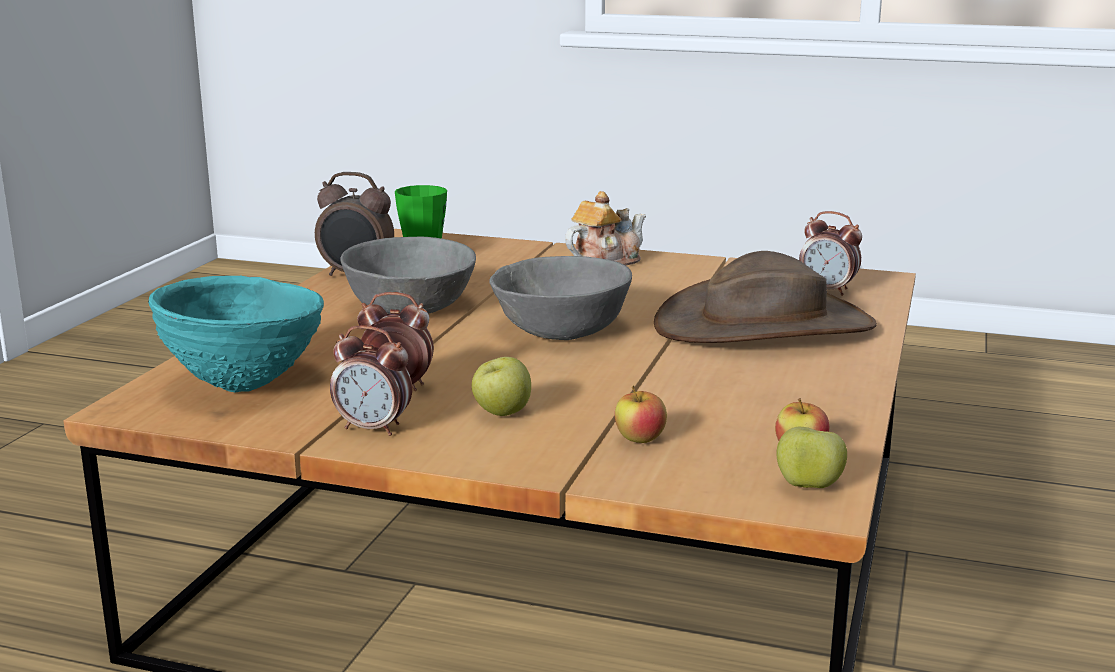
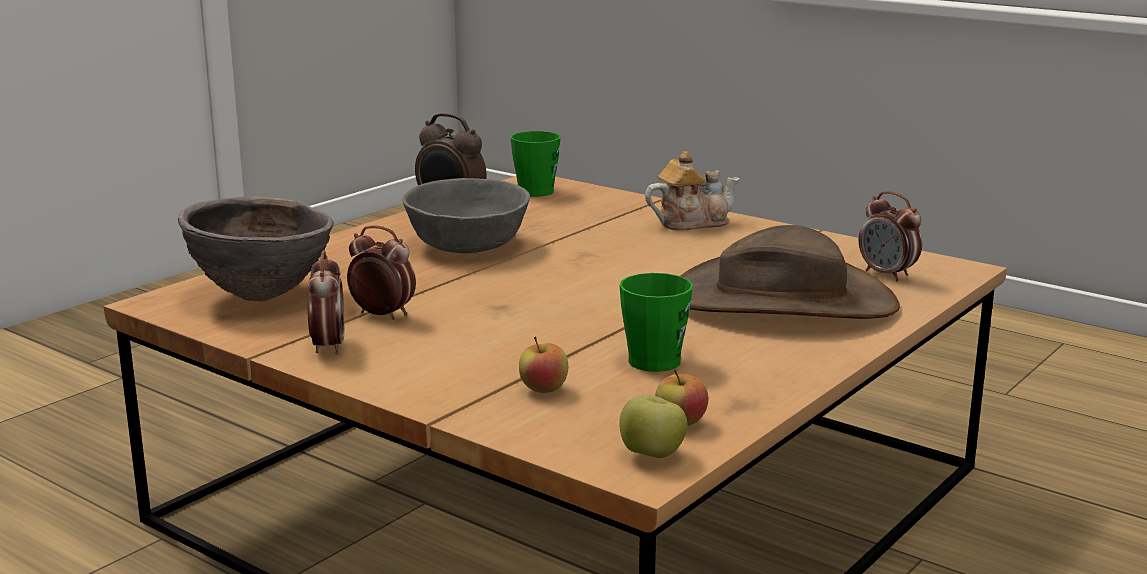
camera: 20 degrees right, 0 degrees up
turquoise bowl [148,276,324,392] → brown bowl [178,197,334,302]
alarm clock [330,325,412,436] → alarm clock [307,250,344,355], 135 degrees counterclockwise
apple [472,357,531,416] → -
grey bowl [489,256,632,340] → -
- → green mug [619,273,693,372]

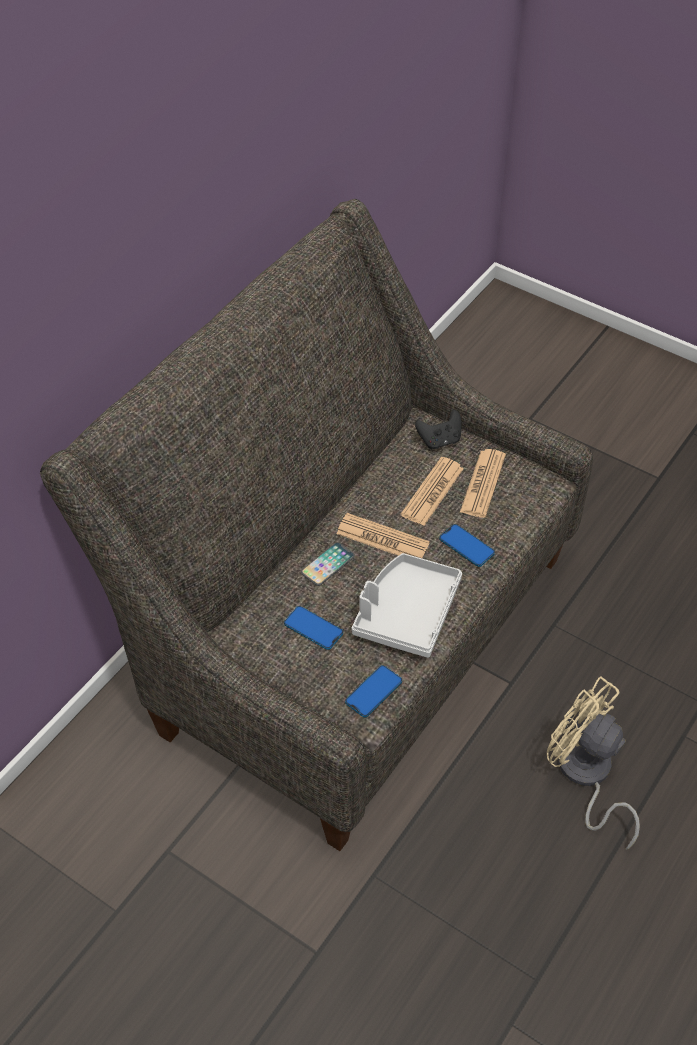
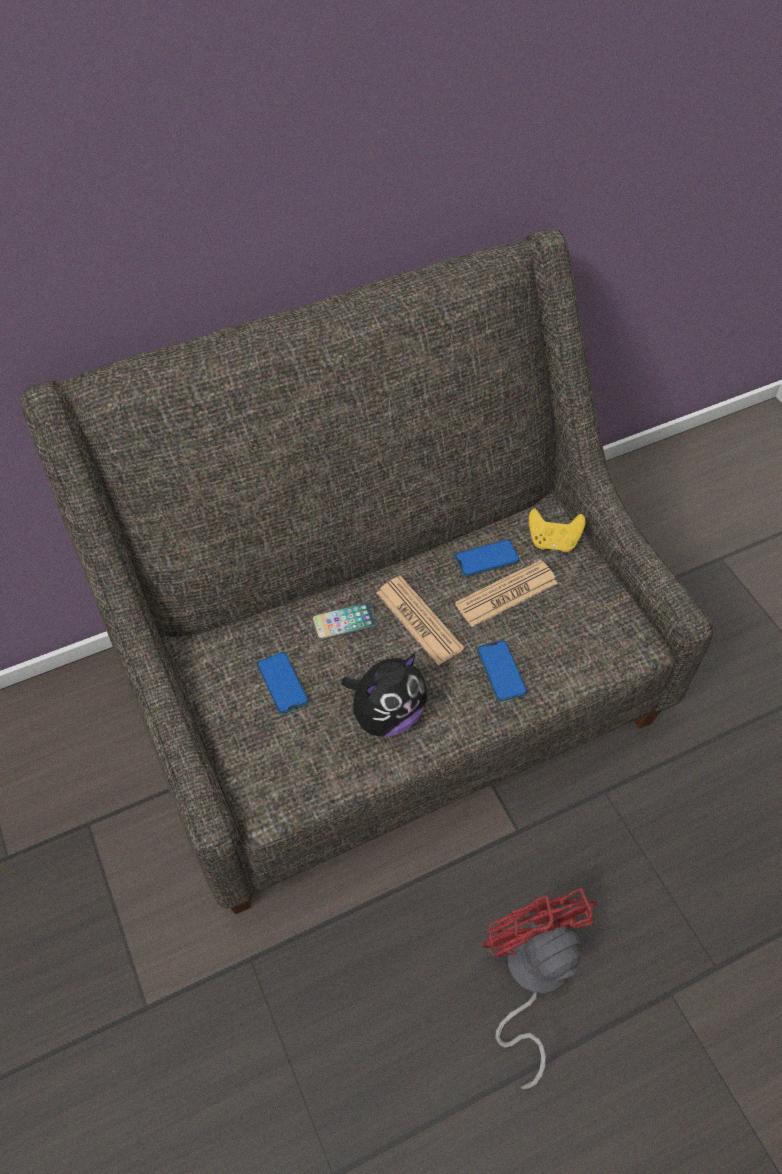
camera: 30 degrees right, 5 degrees up
phone [345,665,402,717] → phone [455,539,520,577], shifted
grey tray [352,553,462,658] → plush toy [341,653,427,737]
black game controller [415,410,461,449] → yellow game controller [529,508,586,552]
newspaper [460,449,506,518] → -
beige fan [547,676,640,850] → red fan [482,888,597,1089]

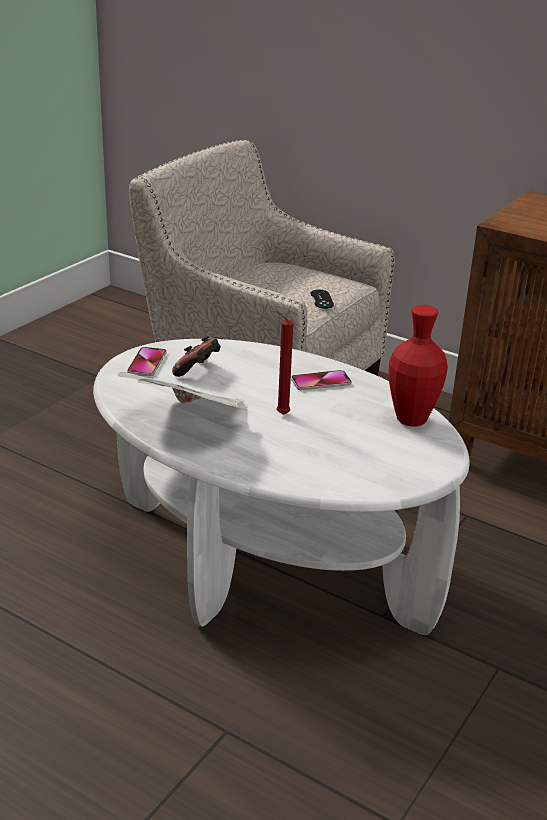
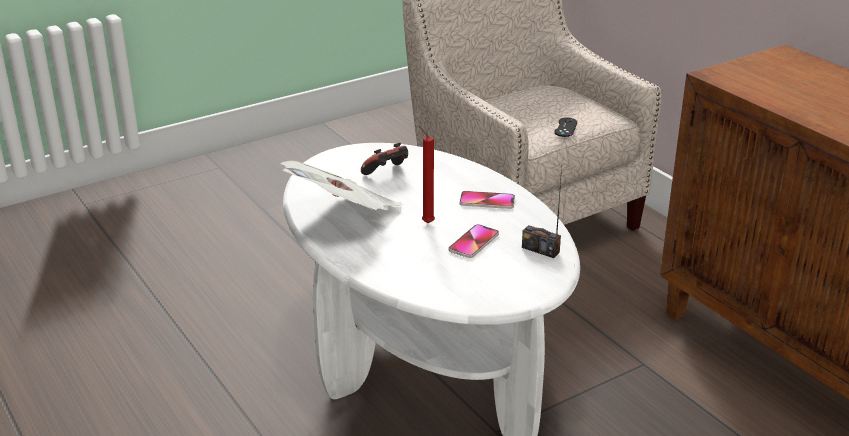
camera: 25 degrees right, 0 degrees up
phone [127,347,167,376] → phone [449,224,499,258], shifted
red vase [388,305,448,427] → radio [522,167,562,258]

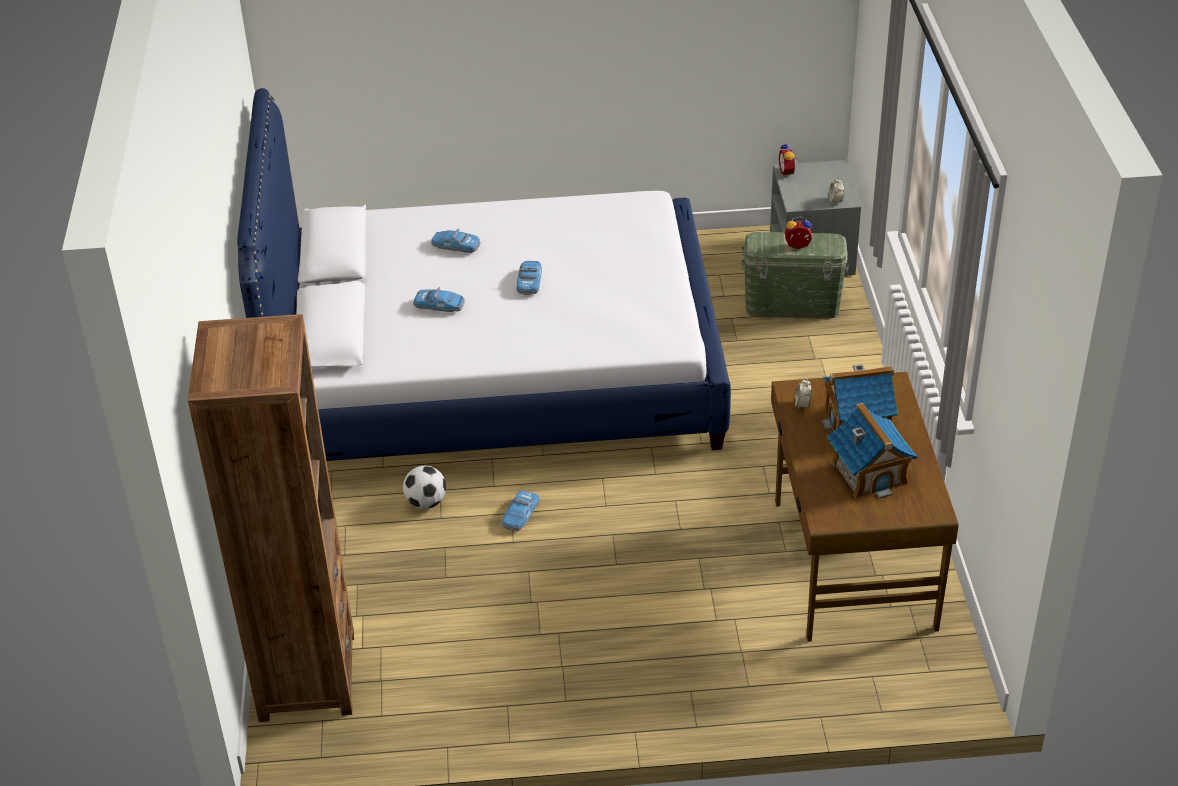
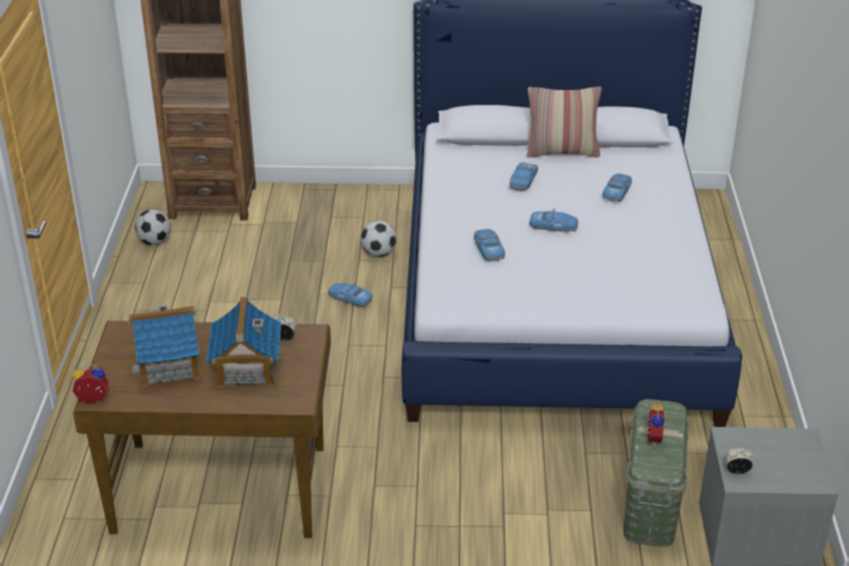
camera: 95 degrees right, 5 degrees down
alarm clock [779,142,798,177] → alarm clock [72,364,109,404], shifted
- → football [135,210,171,245]
- → toy car [474,229,505,261]
- → pillow [526,86,602,158]

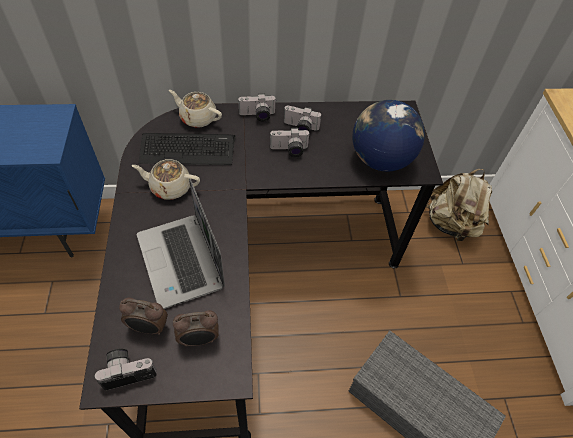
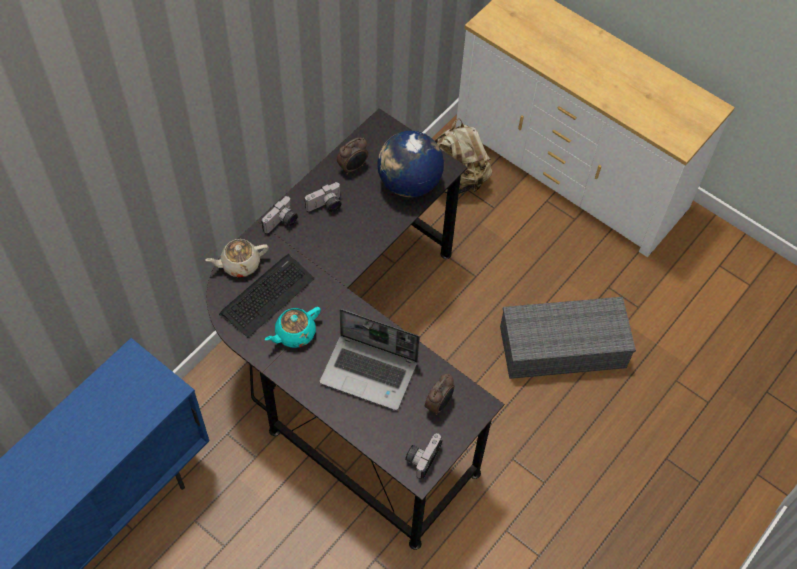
camera: 45 degrees left, 5 degrees up
alarm clock [119,297,168,335] → alarm clock [337,138,368,175], shifted
beige teapot [131,159,200,199] → turquoise teapot [265,307,321,348]
photo camera [270,128,310,157] → -

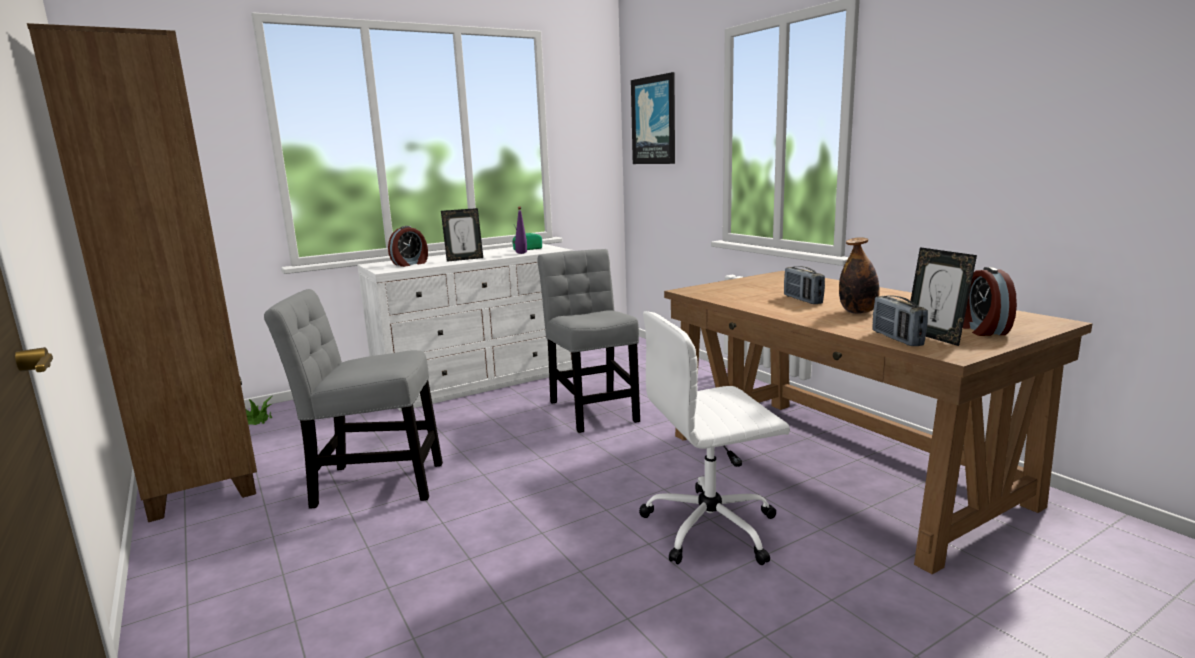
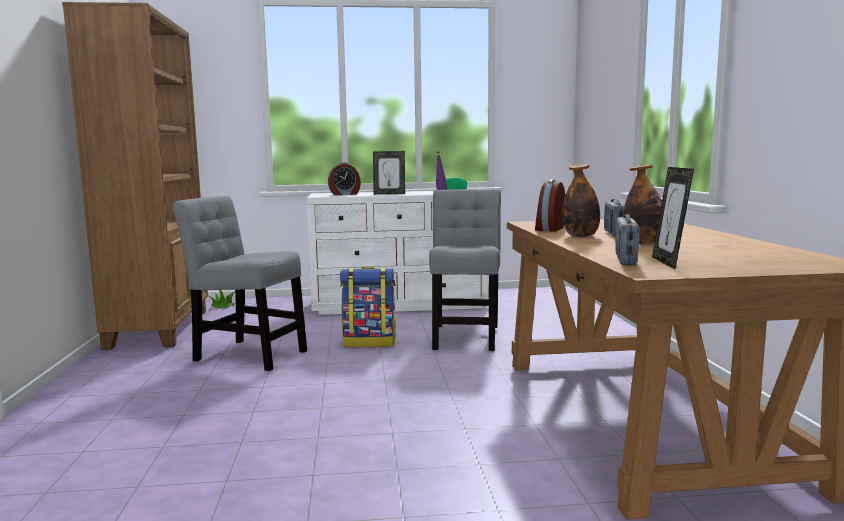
camera: 25 degrees right, 5 degrees down
picture [631,72,675,164] → -
white office chair [639,311,790,565] → -
alarm clock [963,267,1017,336] → alarm clock [535,180,565,232], shifted
- → backpack [340,267,396,347]
- → bottle [562,164,600,237]

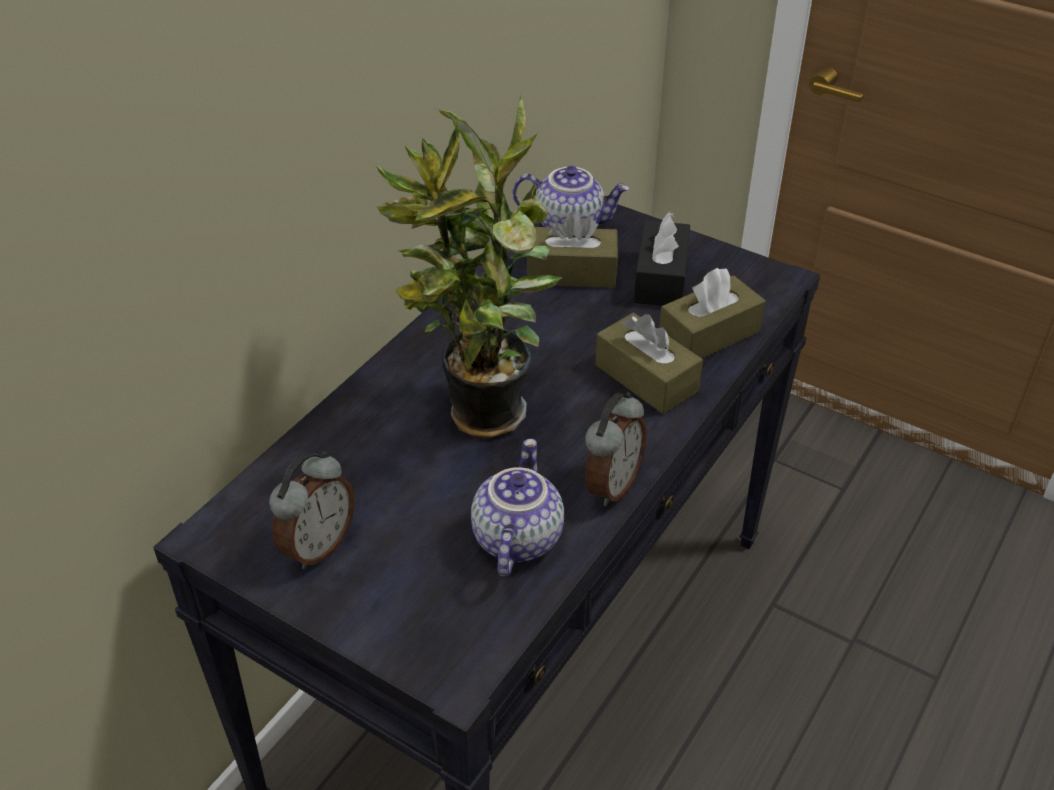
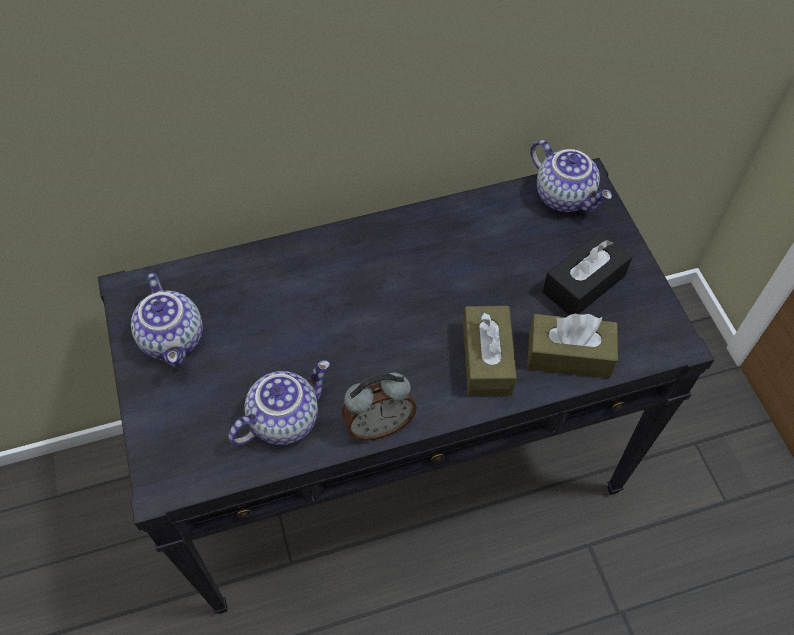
camera: 40 degrees right, 15 degrees up
alarm clock [269,451,355,569] → teapot [131,273,203,367]
potted plant [376,95,563,439] → -
brown tissue box [527,212,618,288] → -

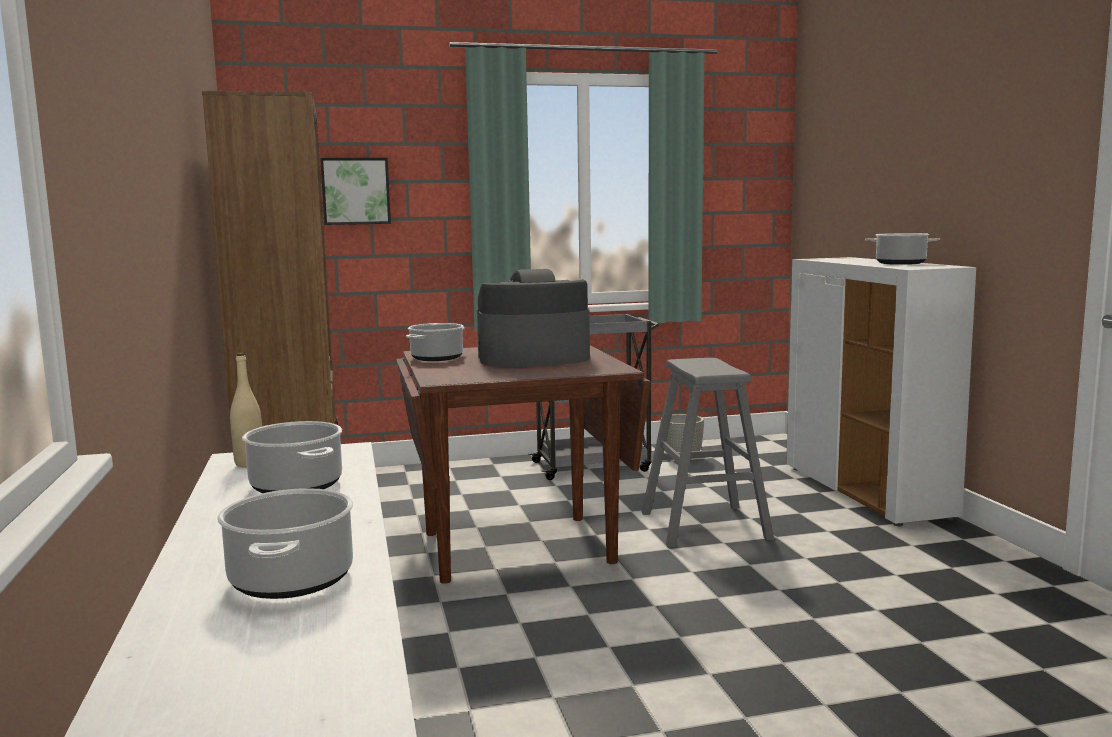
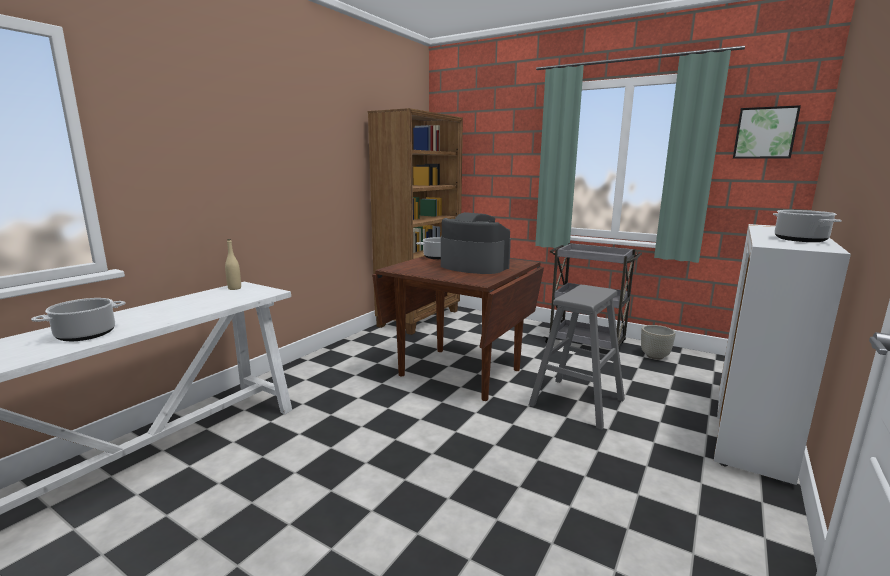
camera: 45 degrees right, 5 degrees up
cooking pot [242,421,342,493] → -
picture [320,158,391,225] → picture [733,105,801,158], shifted

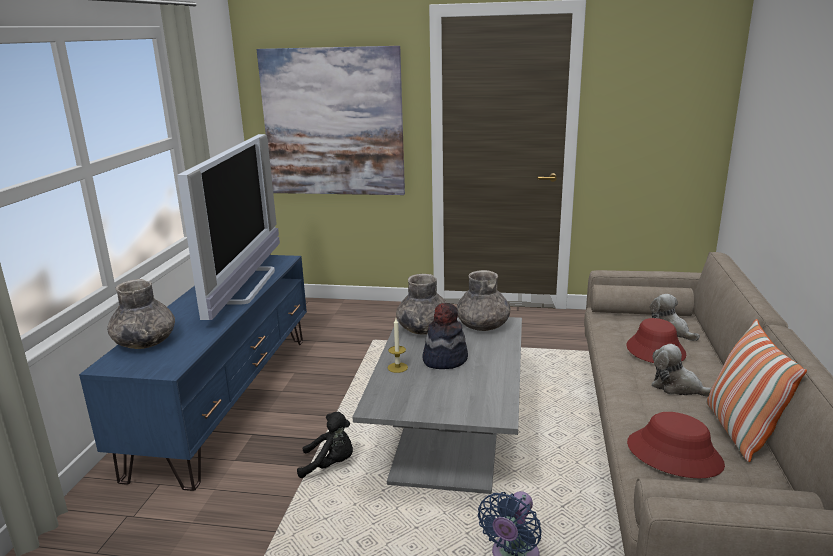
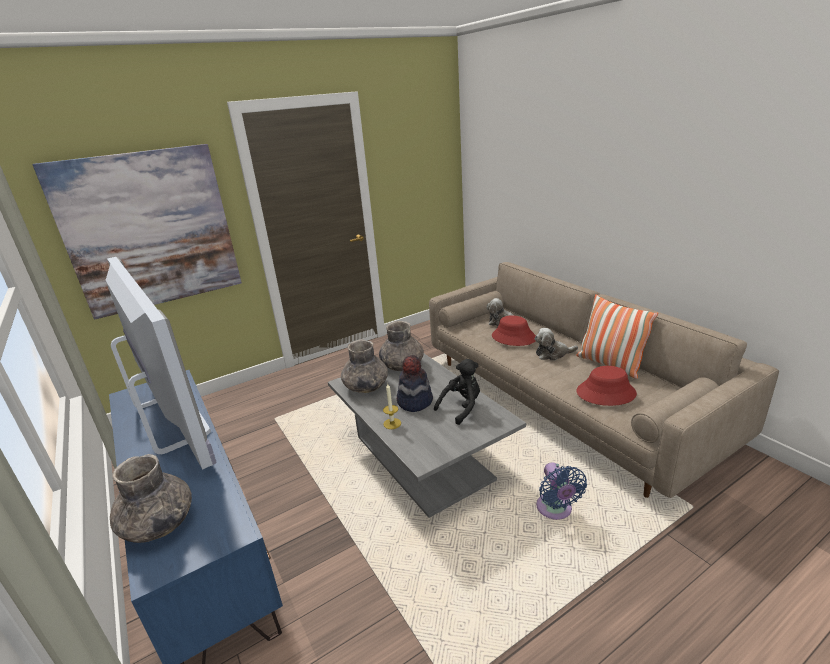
camera: 40 degrees left, 5 degrees up
black plush toy [297,412,353,478] → black plush toy [434,359,480,425], shifted

